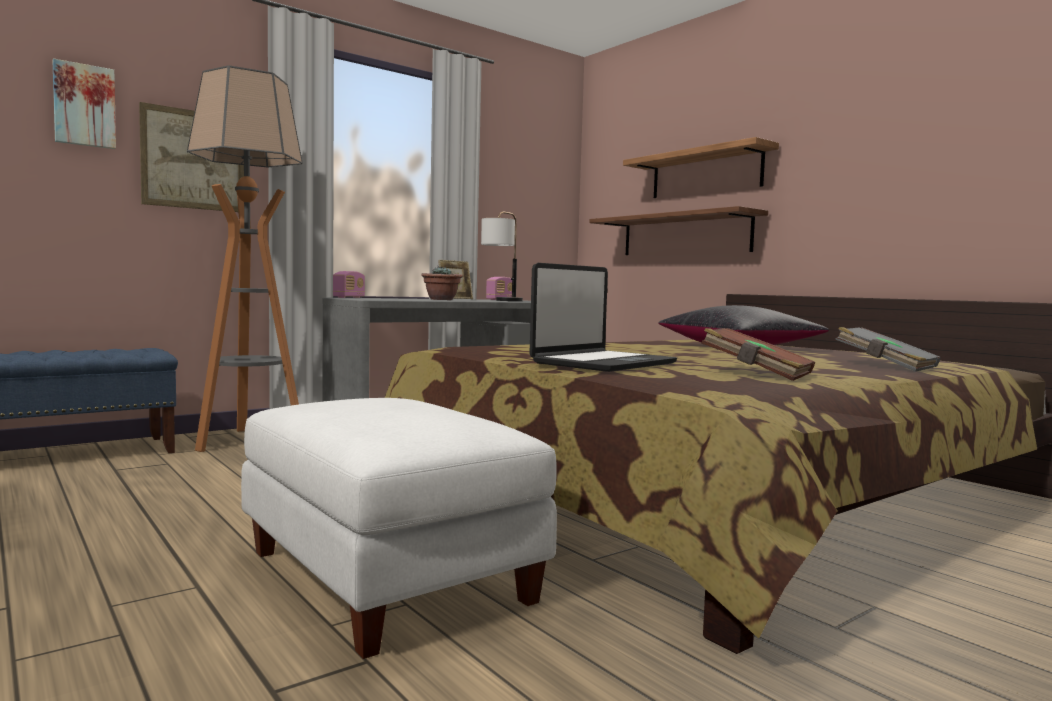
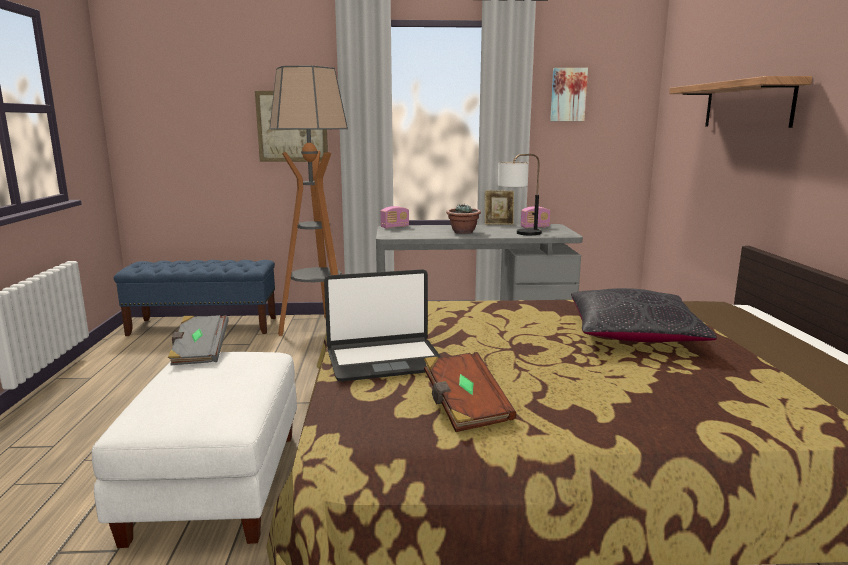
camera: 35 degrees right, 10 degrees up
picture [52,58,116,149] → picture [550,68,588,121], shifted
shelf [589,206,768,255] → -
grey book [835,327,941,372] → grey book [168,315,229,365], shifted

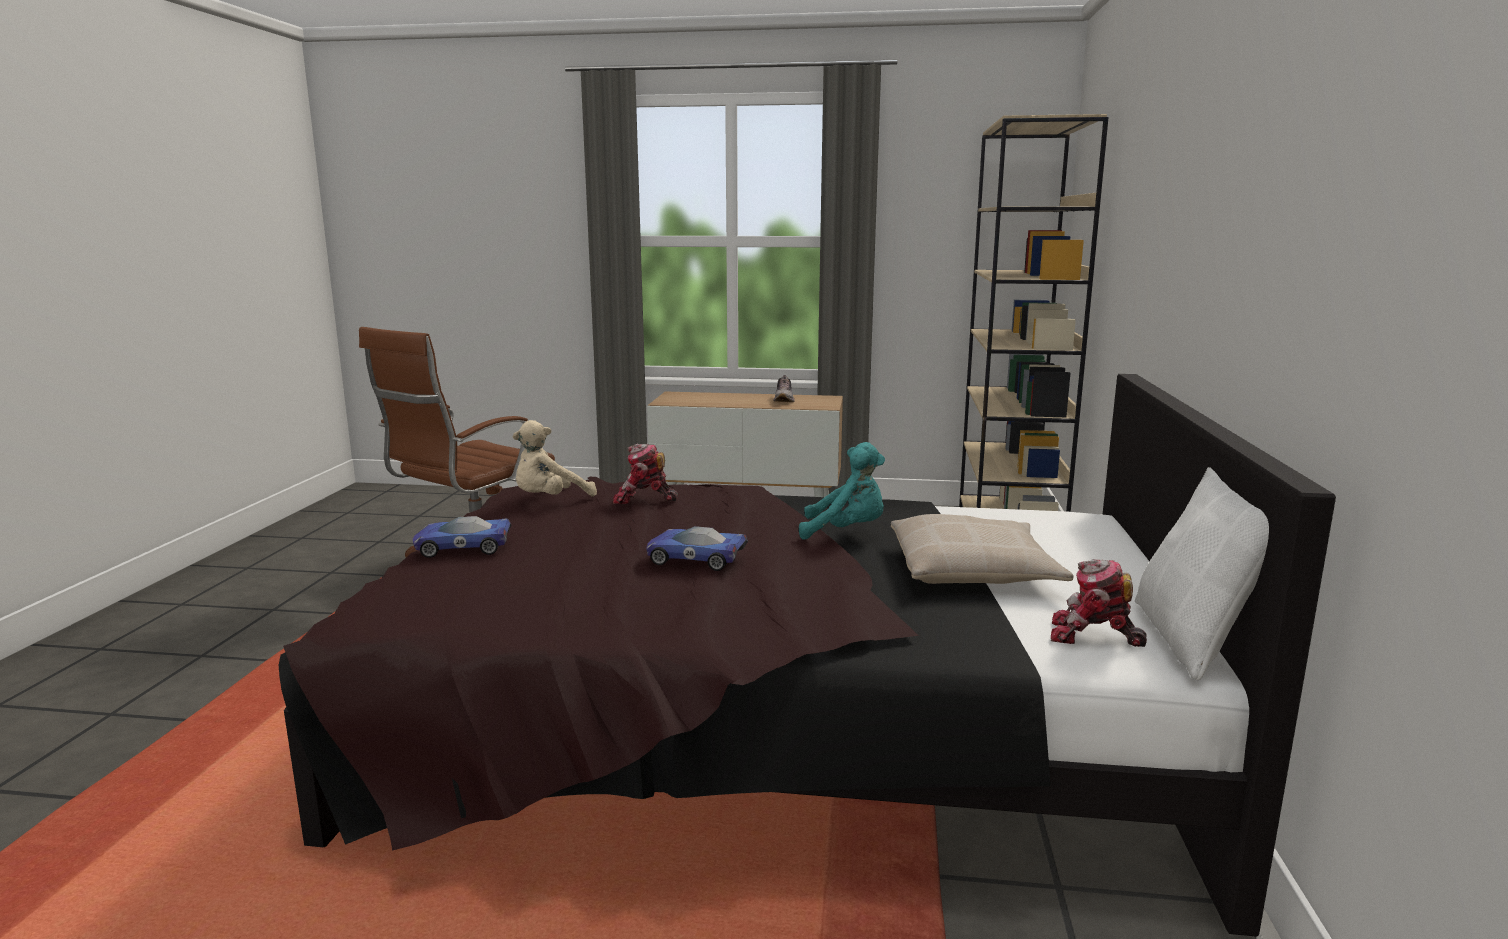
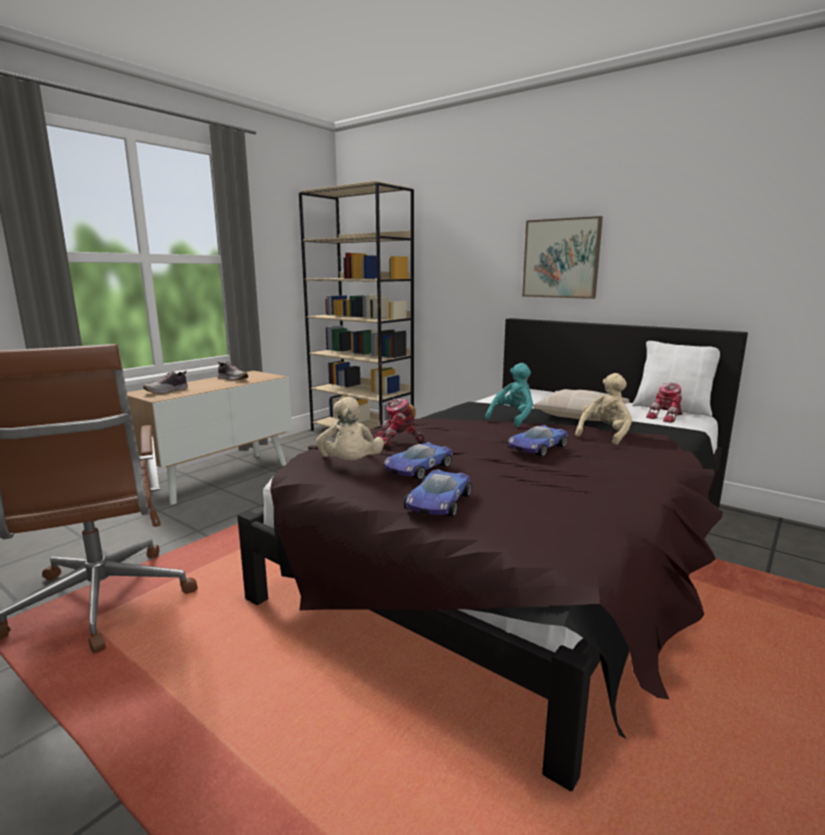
camera: 60 degrees left, 0 degrees up
toy robot [613,444,678,504] → toy robot [375,399,425,446], 45 degrees clockwise
- → shoe [143,371,188,394]
- → toy car [383,442,453,480]
- → picture [522,216,603,299]
- → beige plush toy [575,373,632,445]

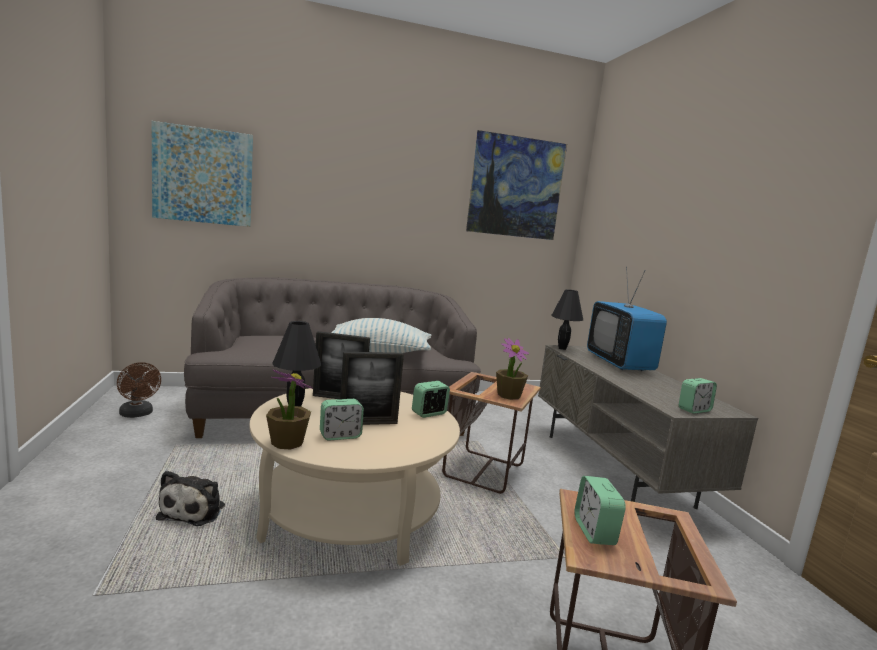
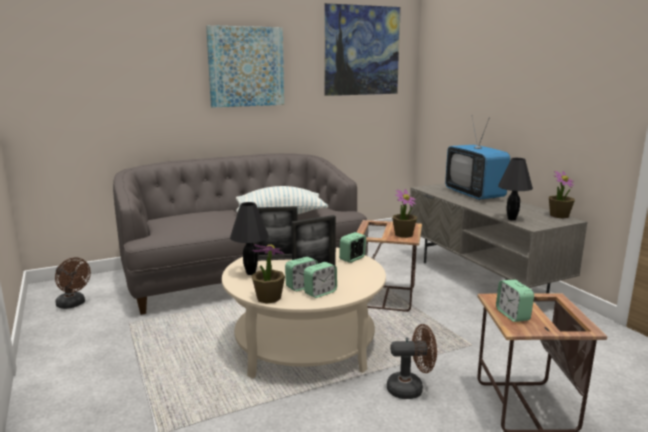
camera: 10 degrees left, 5 degrees up
picture [151,121,253,227] → picture [206,25,284,107], shifted
plush toy [156,470,225,526] → -
black table lamp [551,289,583,350] → black table lamp [498,158,533,220], shifted
alarm clock [679,378,717,414] → alarm clock [304,262,337,298], shifted
- → brown fan [387,324,437,399]
- → potted plant [549,171,575,218]

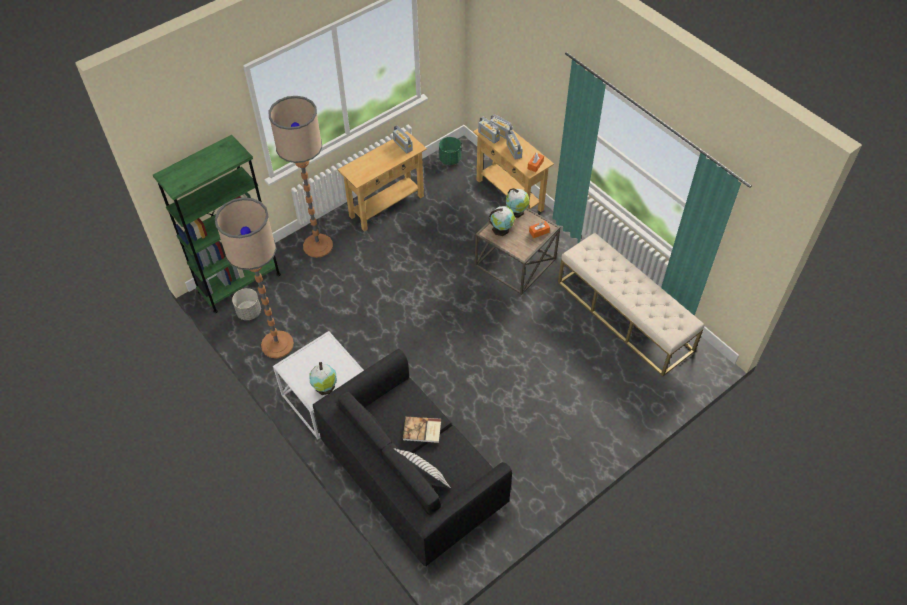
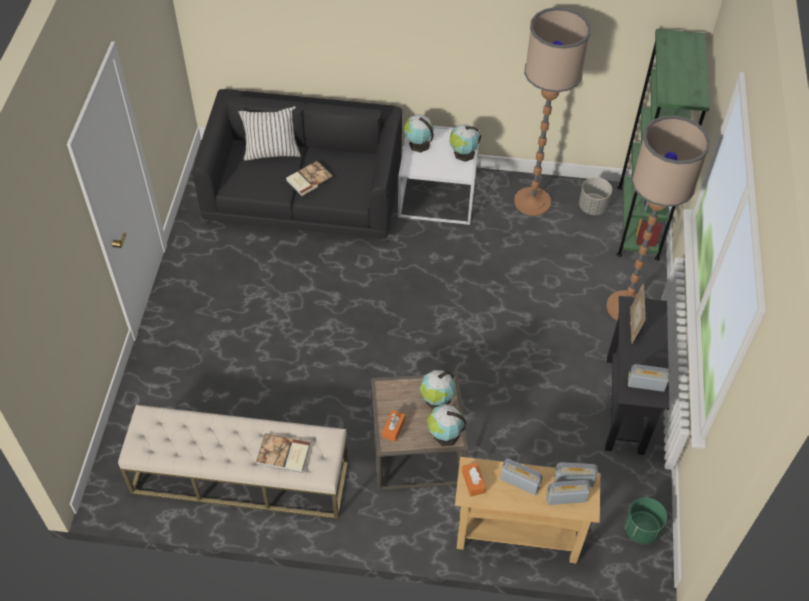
camera: 135 degrees right, 0 degrees up
beige console table [337,131,427,232] → black console table [605,296,669,455]
- → book [256,434,310,473]
- → globe [449,124,481,162]
- → picture frame [630,283,646,344]

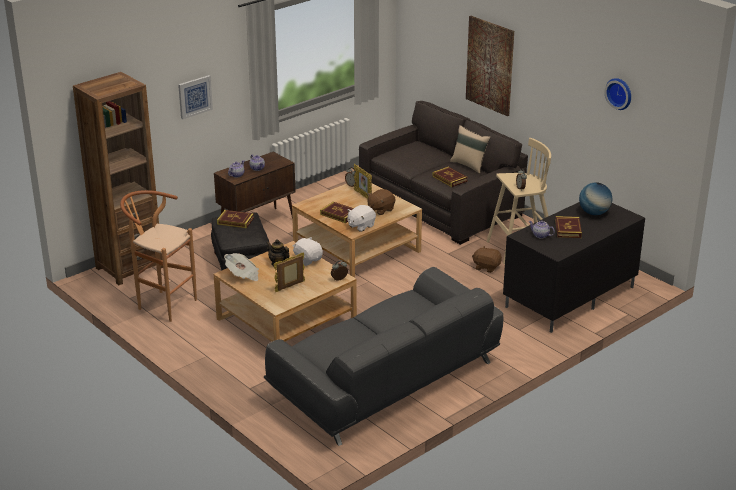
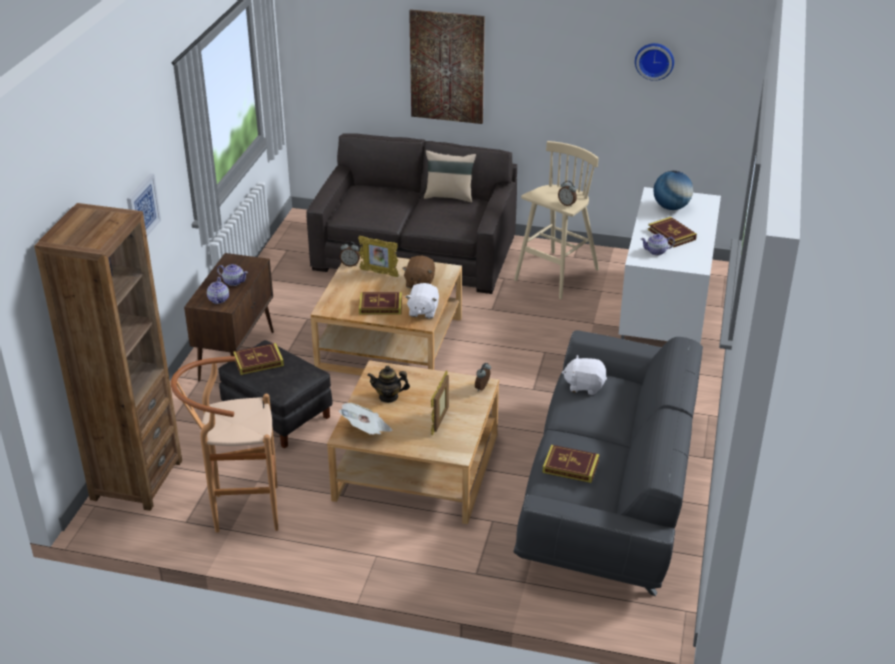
camera: 35 degrees left, 5 degrees up
white plush toy [292,237,323,266] → white plush toy [562,355,607,395], shifted
book [432,166,468,187] → book [542,445,600,483], shifted
brown plush toy [472,246,502,273] → -
black tv stand [503,202,645,333] → white tv stand [619,187,721,344]

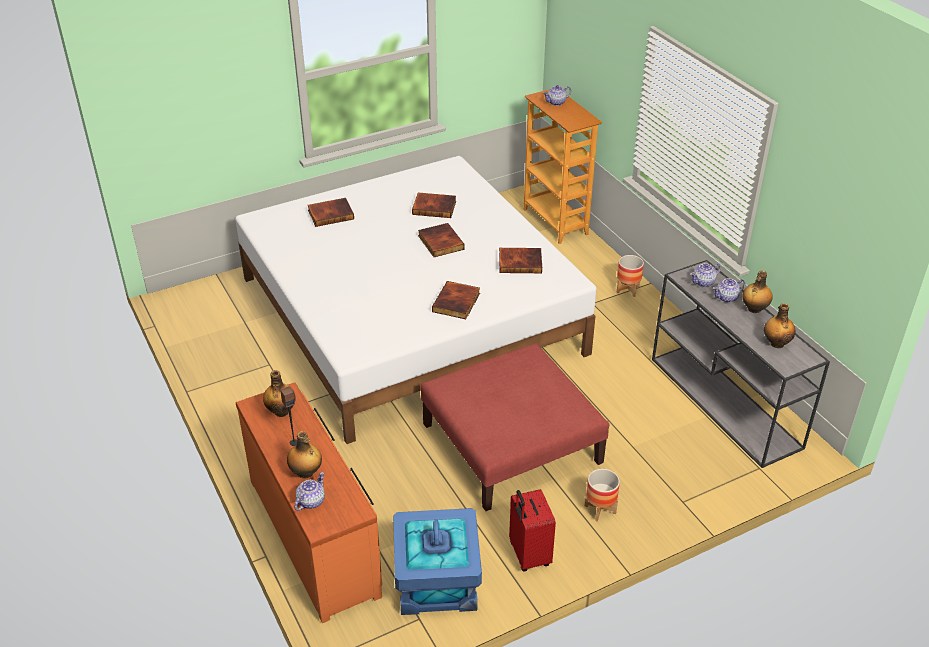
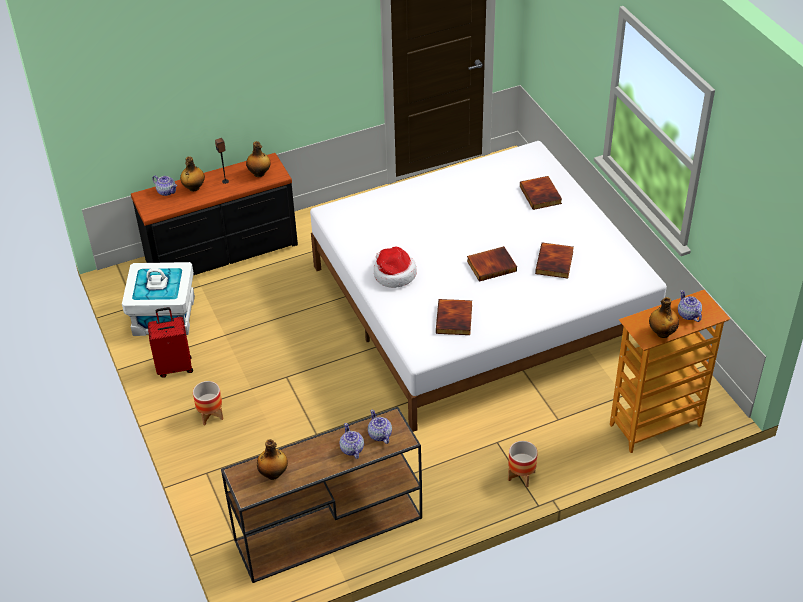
camera: 95 degrees right, 5 degrees up
orange dresser [236,382,382,623] → black dresser [131,153,298,275]
blue storage box [393,508,482,615] → white storage box [122,262,195,336]
red ottoman [421,343,609,511] → -
book [432,281,480,319] → hat [374,247,417,288]
grey console table [652,260,830,468] → brown console table [221,407,422,583]
bottle [743,271,773,313] → bottle [649,297,679,338], shifted

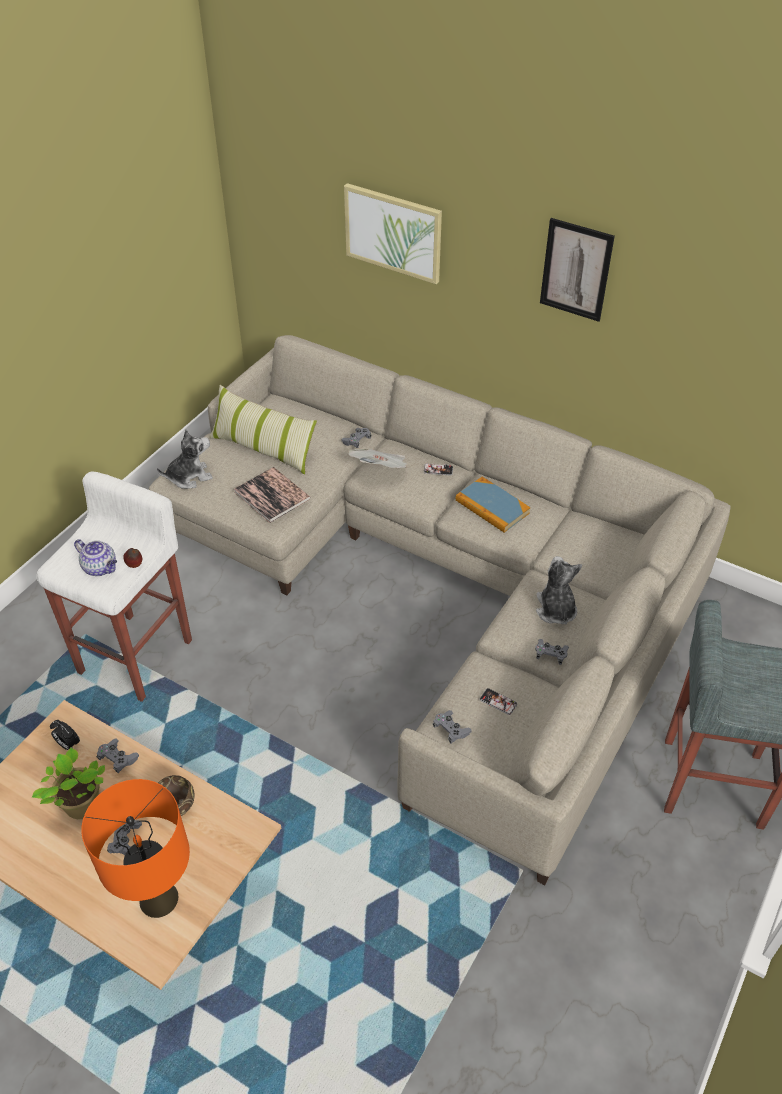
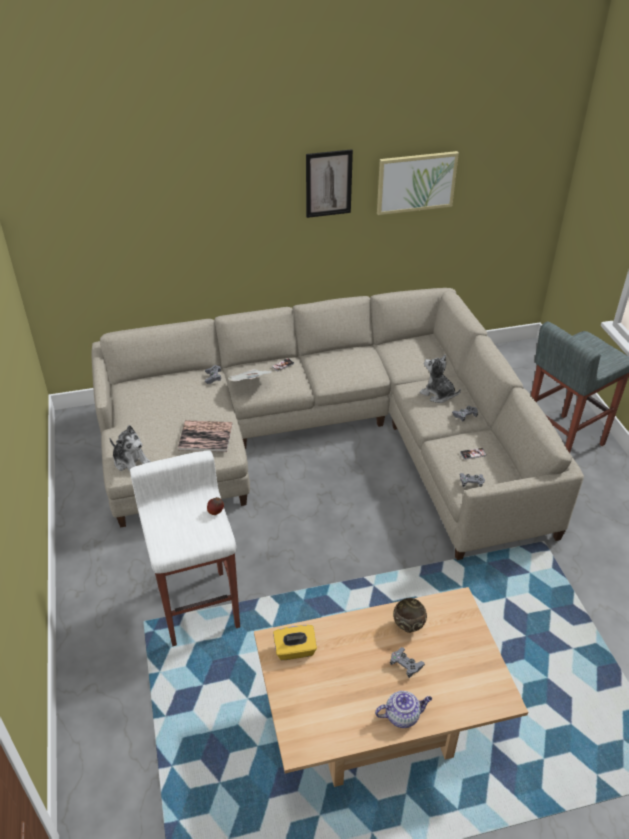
camera: 45 degrees left, 5 degrees down
potted plant [32,748,105,819] → -
alarm clock [50,720,80,750] → yellow tissue box [273,625,317,660]
teapot [74,539,117,576] → teapot [375,691,432,728], shifted
orange table lamp [81,779,190,918] → -
grey game controller [96,738,139,773] → -
plush toy [157,429,213,489] → plush toy [109,425,151,471], 105 degrees clockwise
pillow [209,385,317,475] → -
picture [344,183,442,284] → picture [377,151,459,215], shifted
book [456,477,531,533] → -

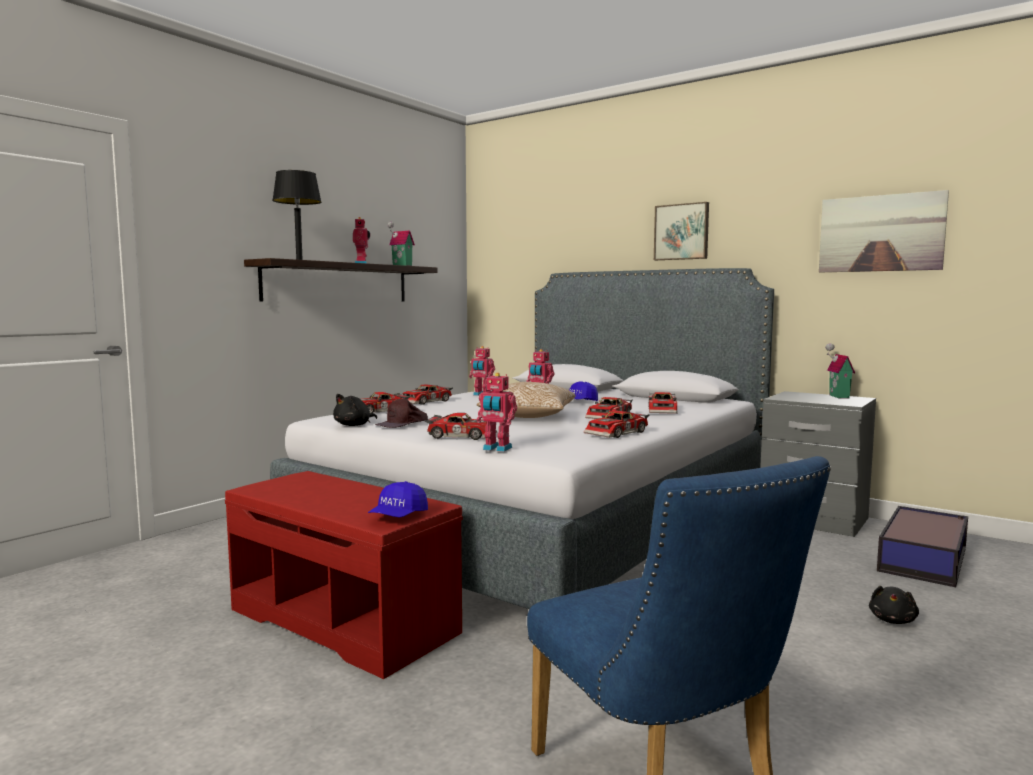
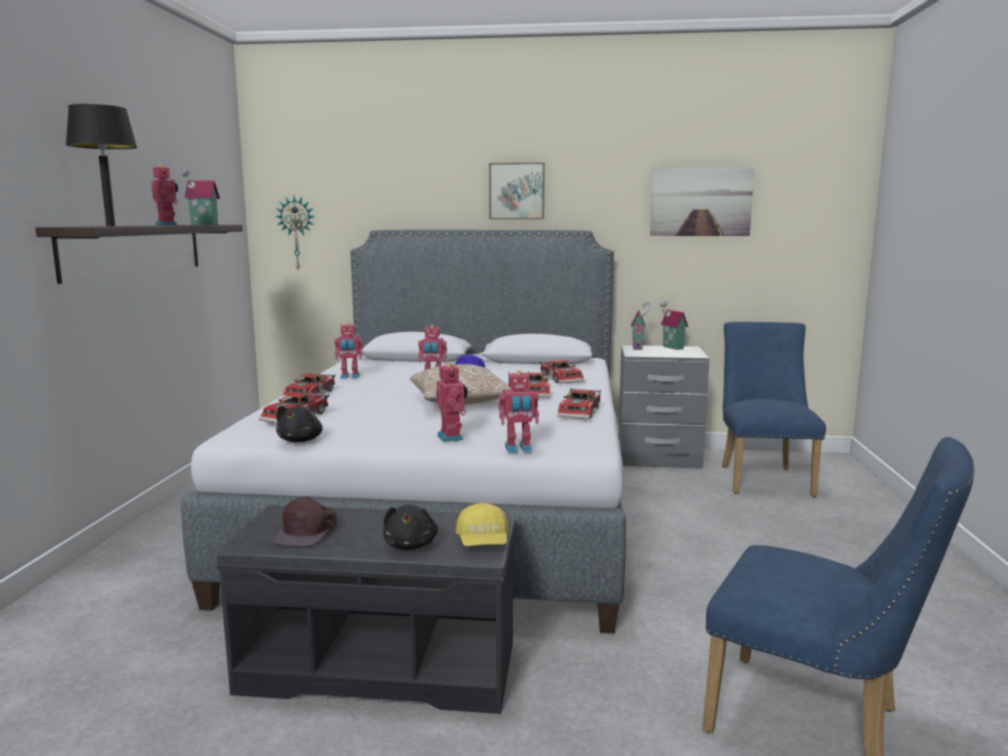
camera: 30 degrees left, 5 degrees up
red bench [225,471,463,679] → grey bench [217,505,516,714]
blue cap [368,481,428,518] → yellow cap [456,503,509,546]
brown cap [375,398,428,428] → brown cap [273,496,337,547], shifted
toy car [425,413,497,440] → toy robot [436,362,468,442]
black plush toy [869,586,919,624] → black plush toy [383,505,438,550], shifted
storage box [877,506,968,587] → blue chair [722,322,826,497]
- → wall clock [275,196,315,270]
- → toy house [631,302,650,350]

